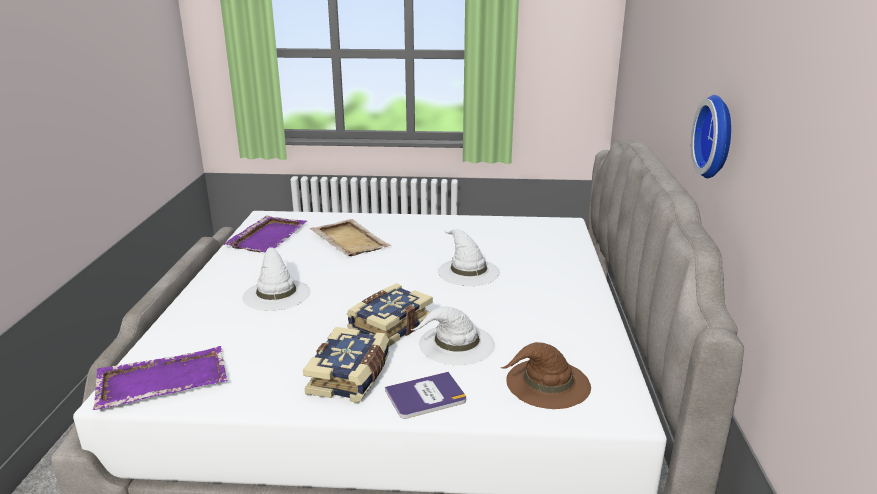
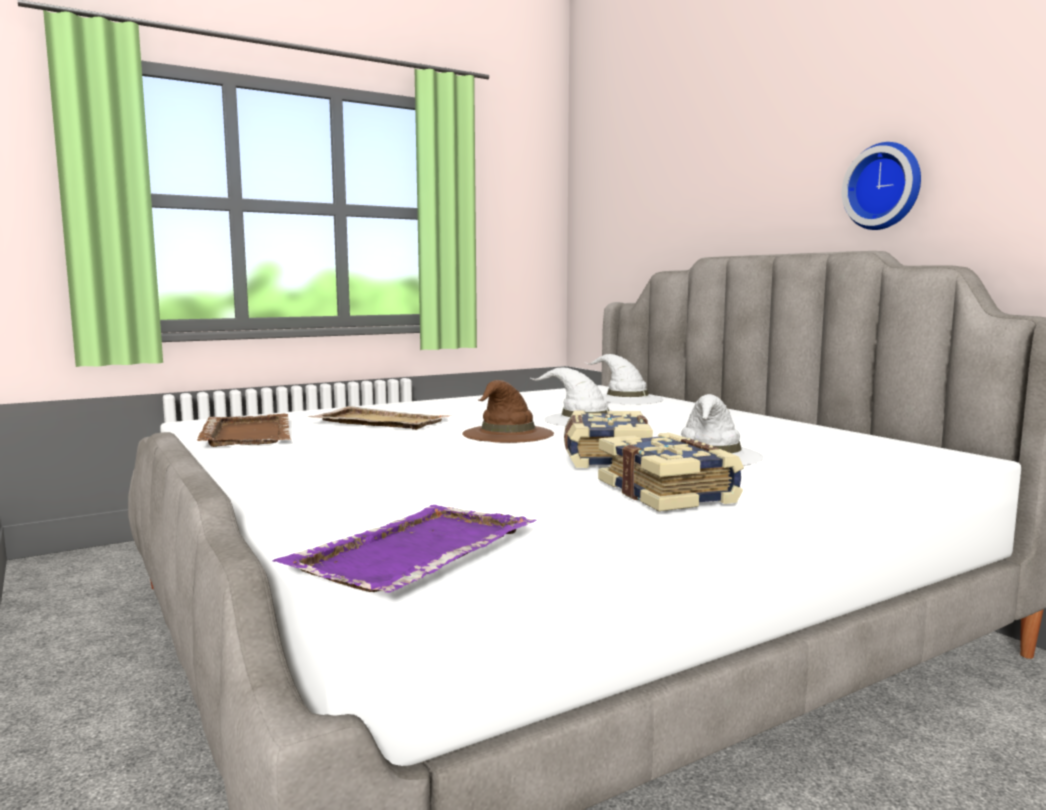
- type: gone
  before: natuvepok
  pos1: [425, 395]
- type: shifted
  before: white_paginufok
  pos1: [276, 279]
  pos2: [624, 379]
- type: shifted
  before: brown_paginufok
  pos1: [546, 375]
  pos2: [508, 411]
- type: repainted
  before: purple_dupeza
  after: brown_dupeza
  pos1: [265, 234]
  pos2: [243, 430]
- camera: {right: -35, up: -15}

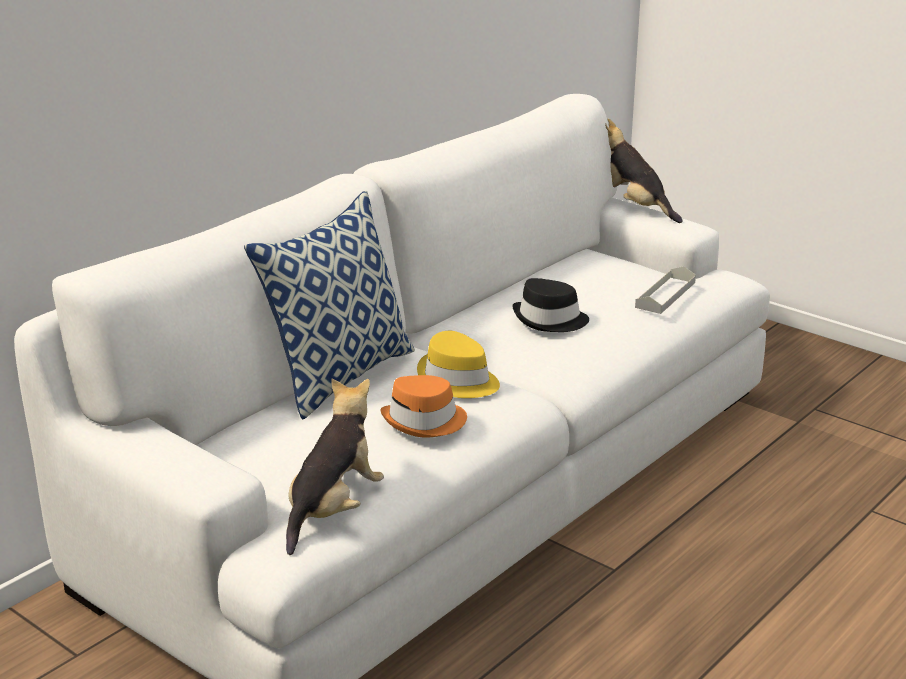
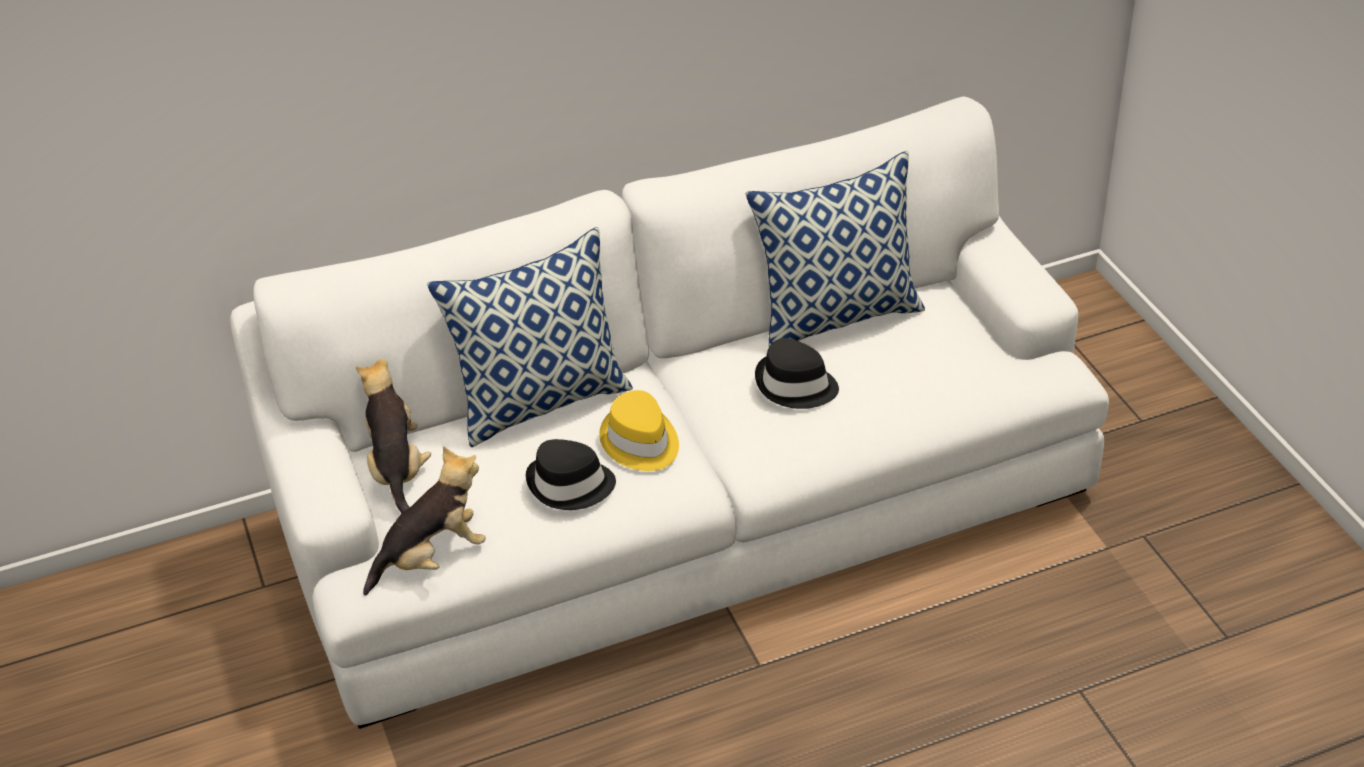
- type: gone
  before: grey_dupeza
  pos1: [665, 290]
- type: new
  after: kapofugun
  pos2: [835, 249]
- type: shifted
  before: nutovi
  pos1: [644, 171]
  pos2: [393, 436]
- type: repainted
  before: orange_paginufok
  after: black_paginufok
  pos1: [423, 406]
  pos2: [571, 474]
- camera: {right: 30, up: 15}

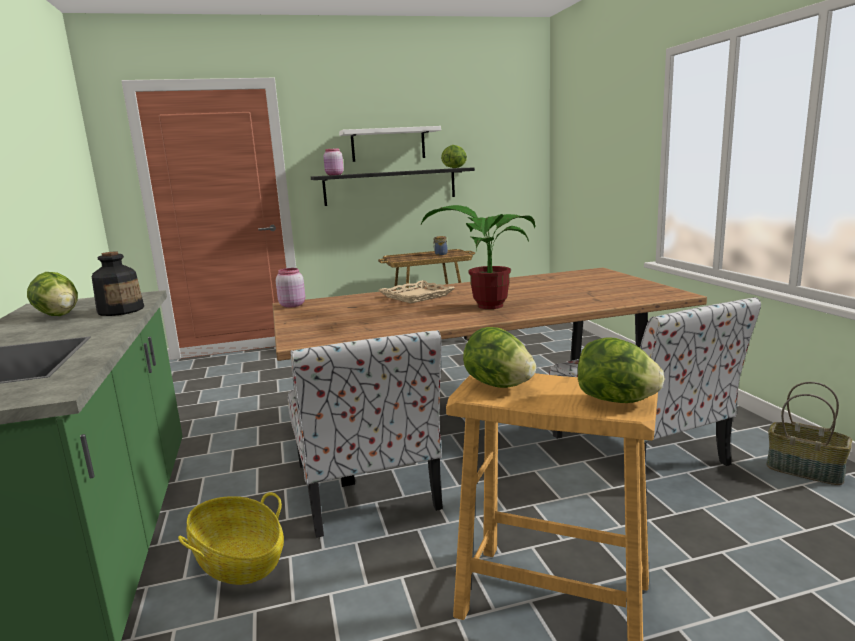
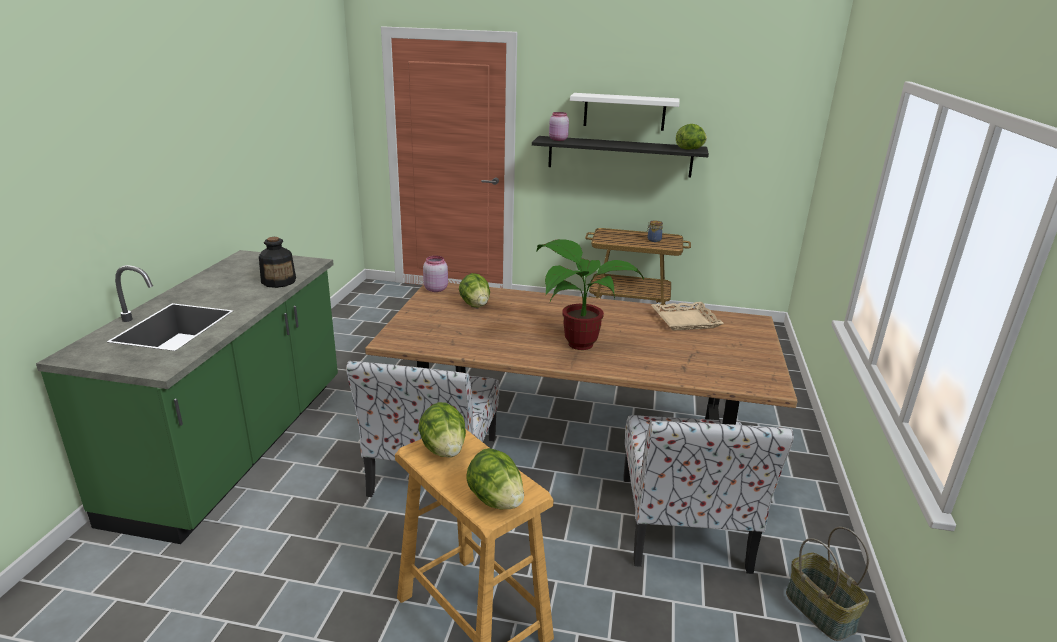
- type: gone
  before: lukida
  pos1: [231, 538]
- type: shifted
  before: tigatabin
  pos1: [52, 294]
  pos2: [474, 290]
- type: shifted
  before: beige_dupeza
  pos1: [416, 291]
  pos2: [687, 316]
- camera: {right: 25, up: 10}

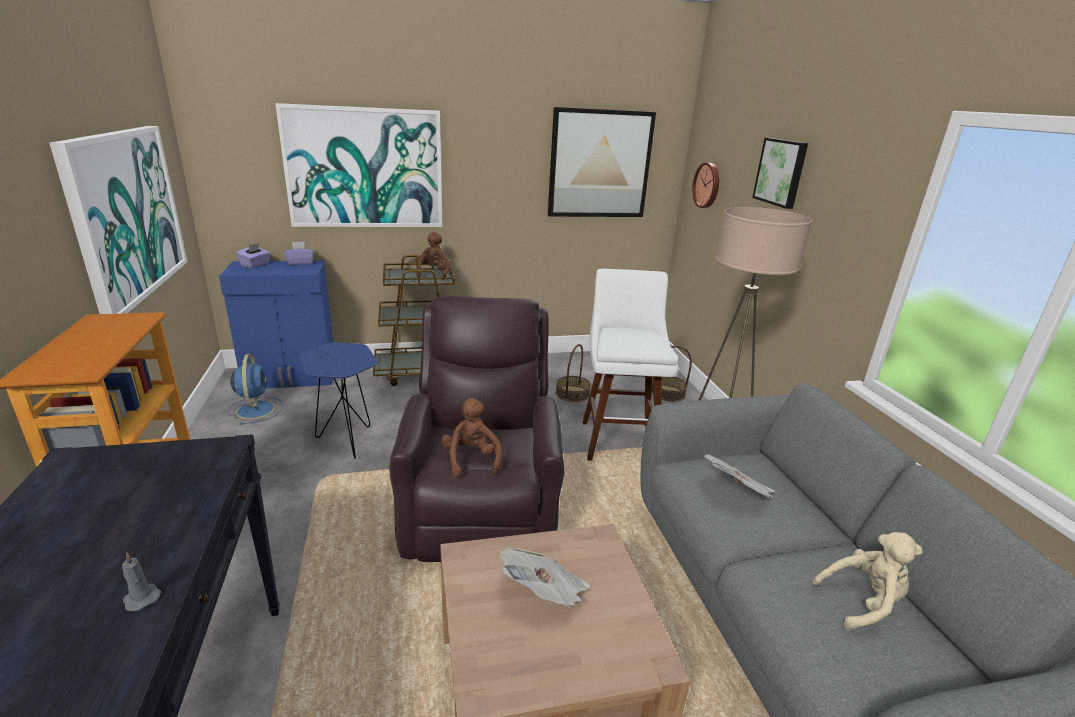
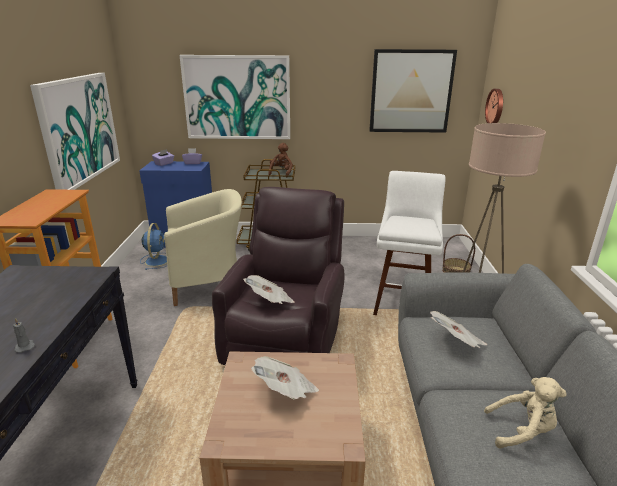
- type: gone
  before: lukida
  pos1: [573, 373]
- type: gone
  before: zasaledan
  pos1: [780, 173]
- type: swapped
  before: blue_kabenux
  after: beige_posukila
  pos1: [338, 400]
  pos2: [203, 247]
- type: swapped
  before: brown_nutovi
  after: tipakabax
  pos1: [472, 437]
  pos2: [269, 289]
- camera: {right: 15, up: 0}

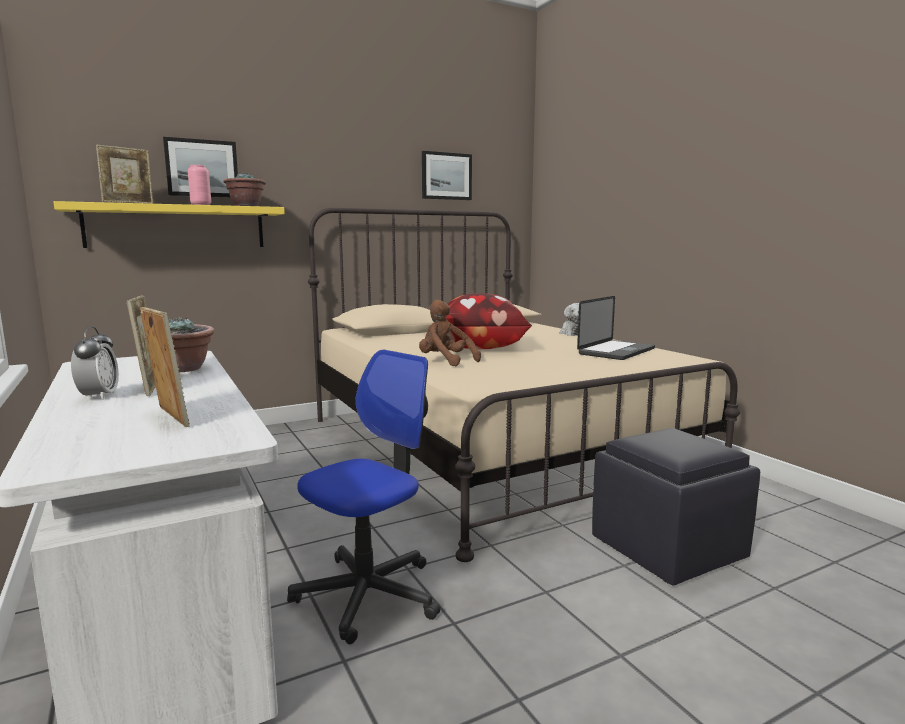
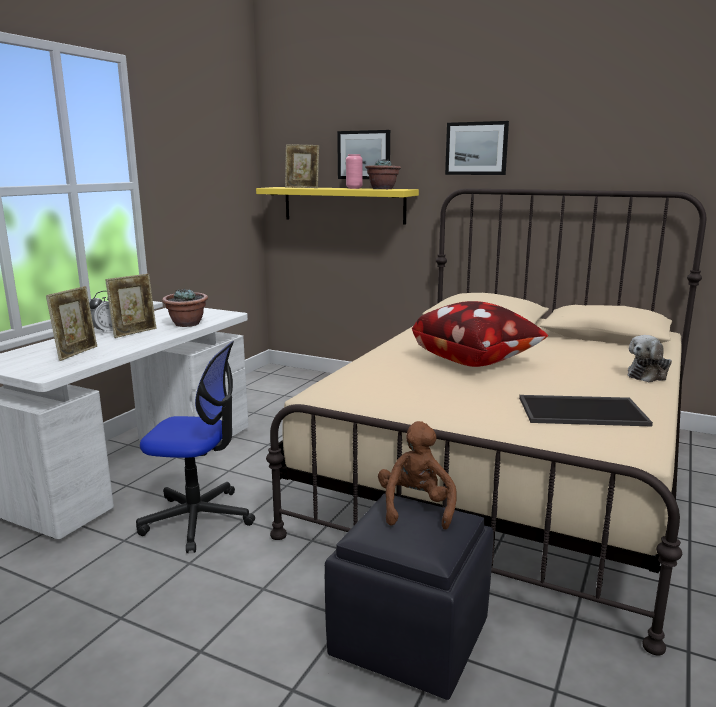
- type: shifted
  before: brown_nutovi
  pos1: [450, 333]
  pos2: [417, 475]
- type: shifted
  before: zasaledan
  pos1: [447, 175]
  pos2: [477, 148]
- type: swapped
  before: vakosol
  after: dupeza
  pos1: [616, 328]
  pos2: [586, 410]
- camera: {right: 55, up: 5}

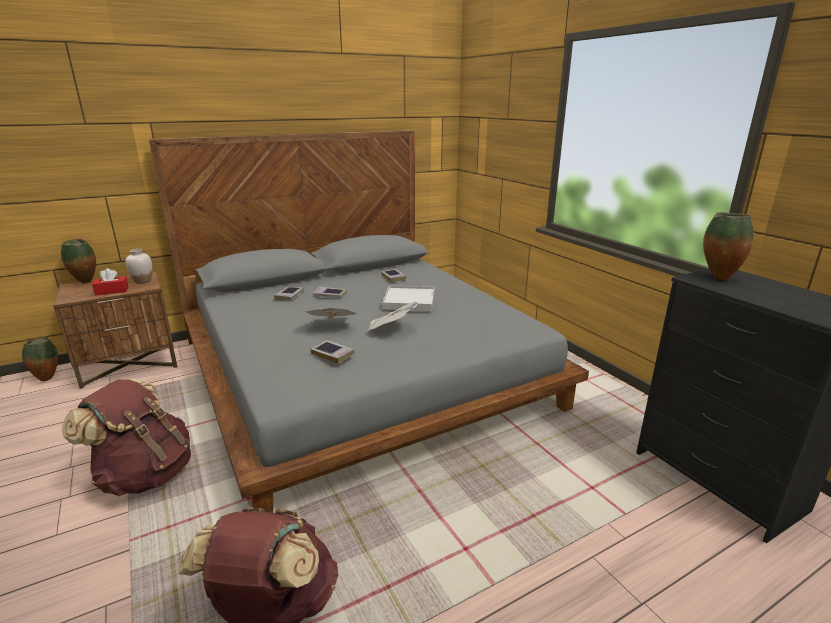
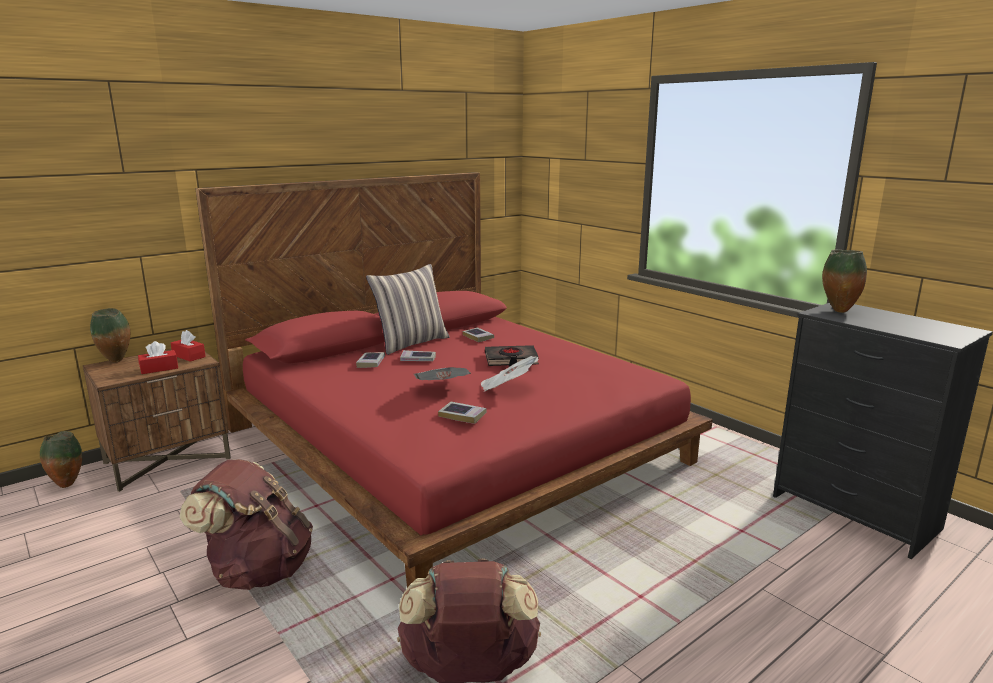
- type: new
  after: kapofugun
  pos2: [408, 309]
- type: swapped
  before: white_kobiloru
  after: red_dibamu
  pos1: [139, 266]
  pos2: [188, 346]
- type: swapped
  before: white_dupeza
  after: black_natuvepok
  pos1: [408, 298]
  pos2: [512, 356]
- type: repainted
  before: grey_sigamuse
  after: red_sigamuse
  pos1: [369, 321]
  pos2: [454, 380]
- camera: {right: -10, up: -5}

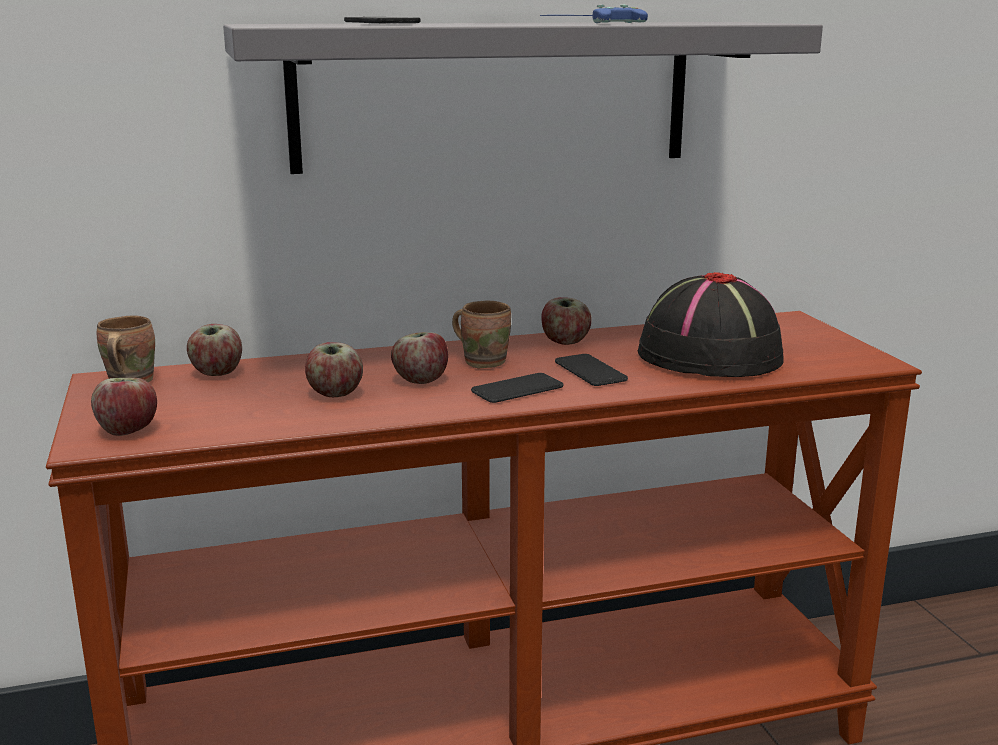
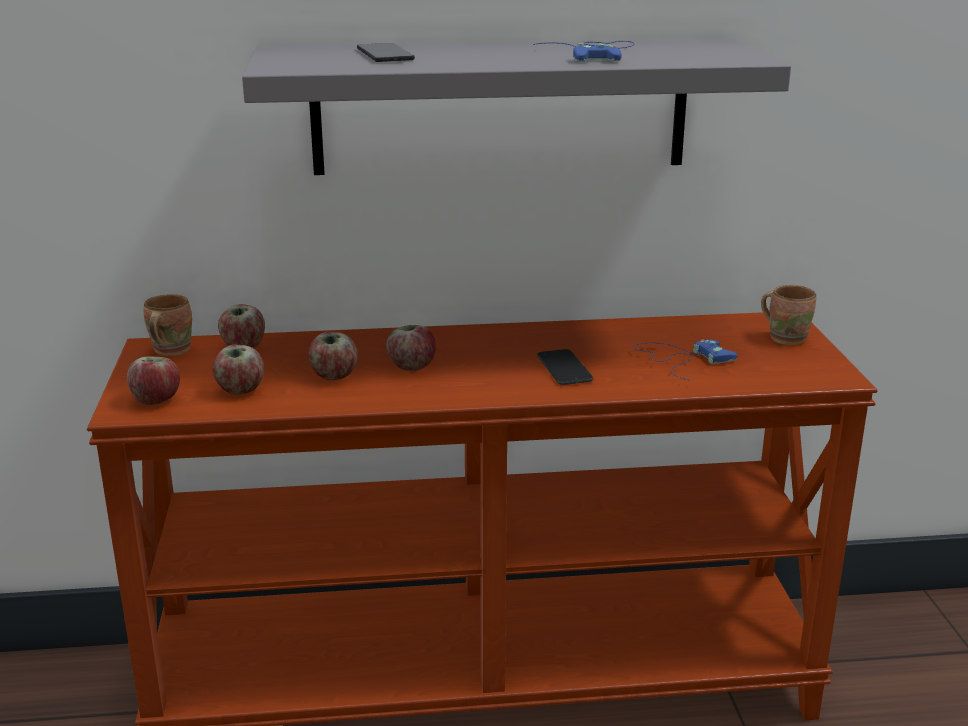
- type: gone
  before: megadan
  pos1: [517, 388]
- type: shifted
  before: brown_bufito
  pos1: [481, 334]
  pos2: [788, 315]
- type: shifted
  before: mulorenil
  pos1: [566, 321]
  pos2: [238, 369]
- type: swapped
  before: black_paginufok
  after: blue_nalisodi
  pos1: [711, 324]
  pos2: [685, 360]
- camera: {right: 10, up: 5}

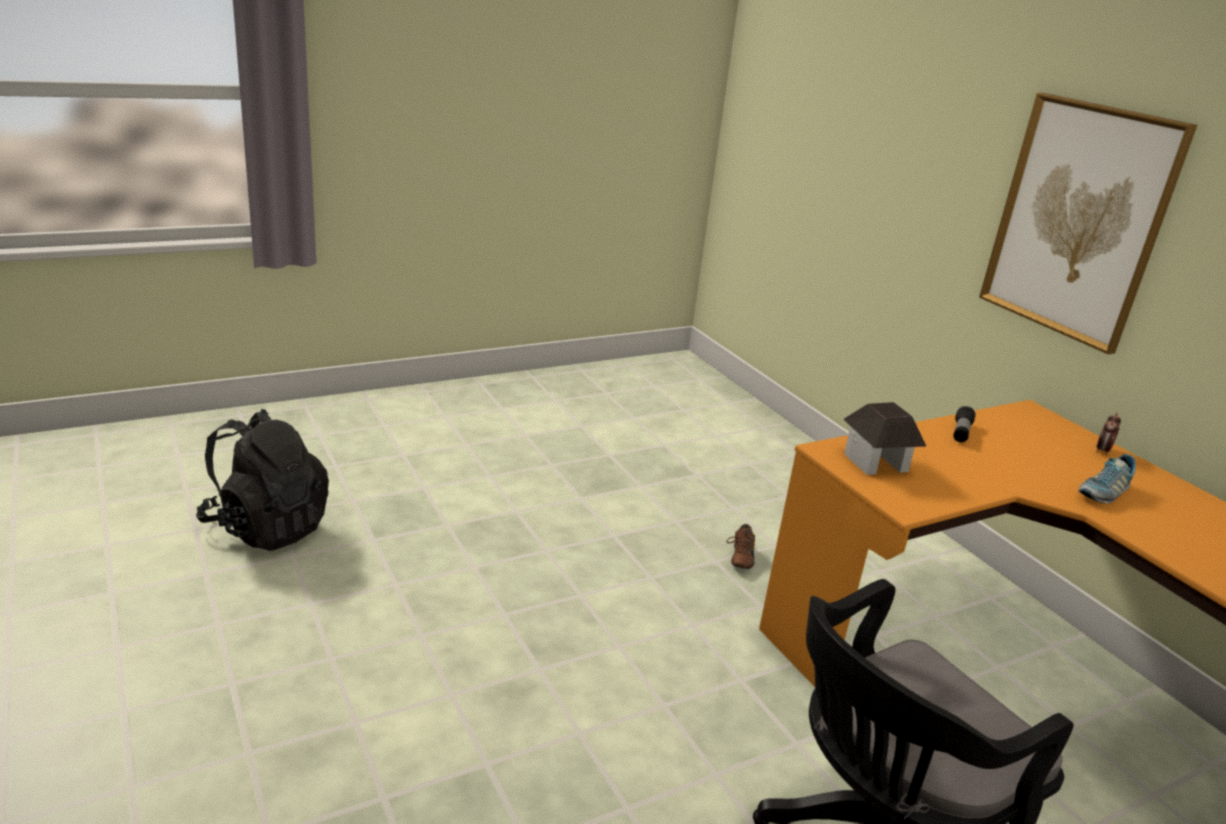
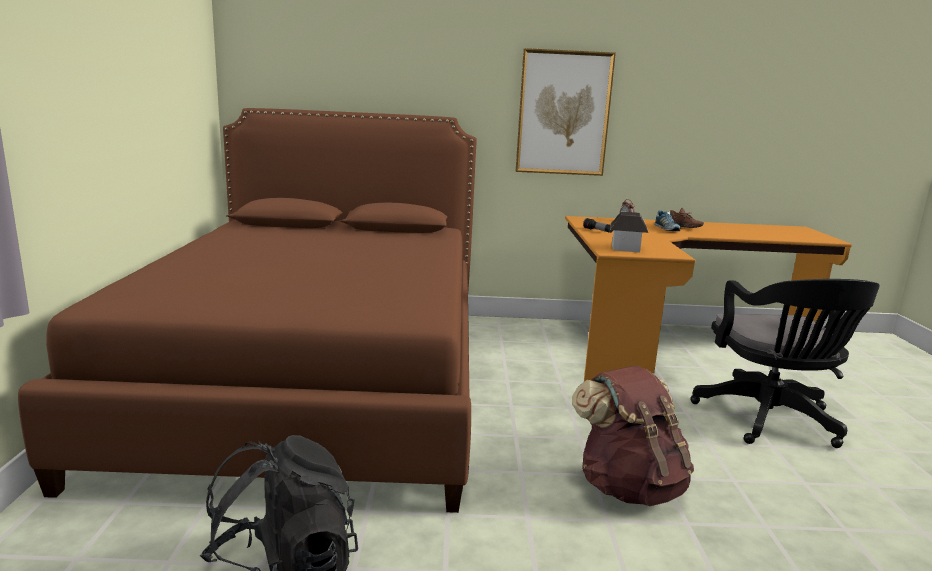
- type: new
  after: brown_sigamuse
  pos2: [247, 310]
- type: new
  after: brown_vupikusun
  pos2: [633, 436]
- type: shifted
  before: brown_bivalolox
  pos1: [741, 546]
  pos2: [687, 218]
- camera: {right: -60, up: -10}

